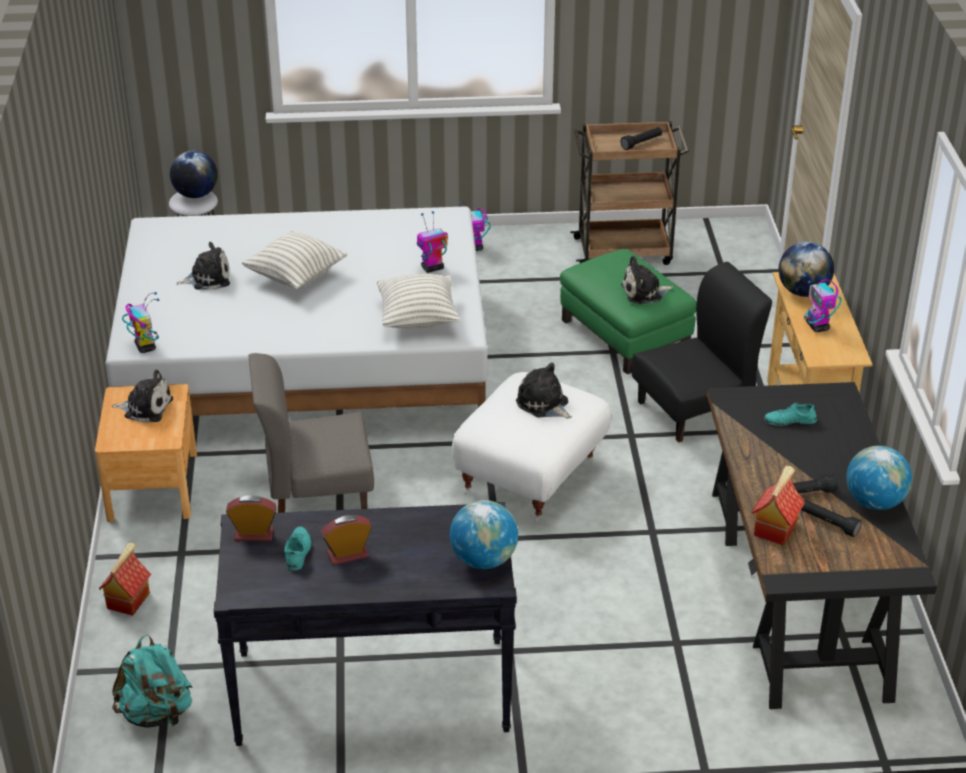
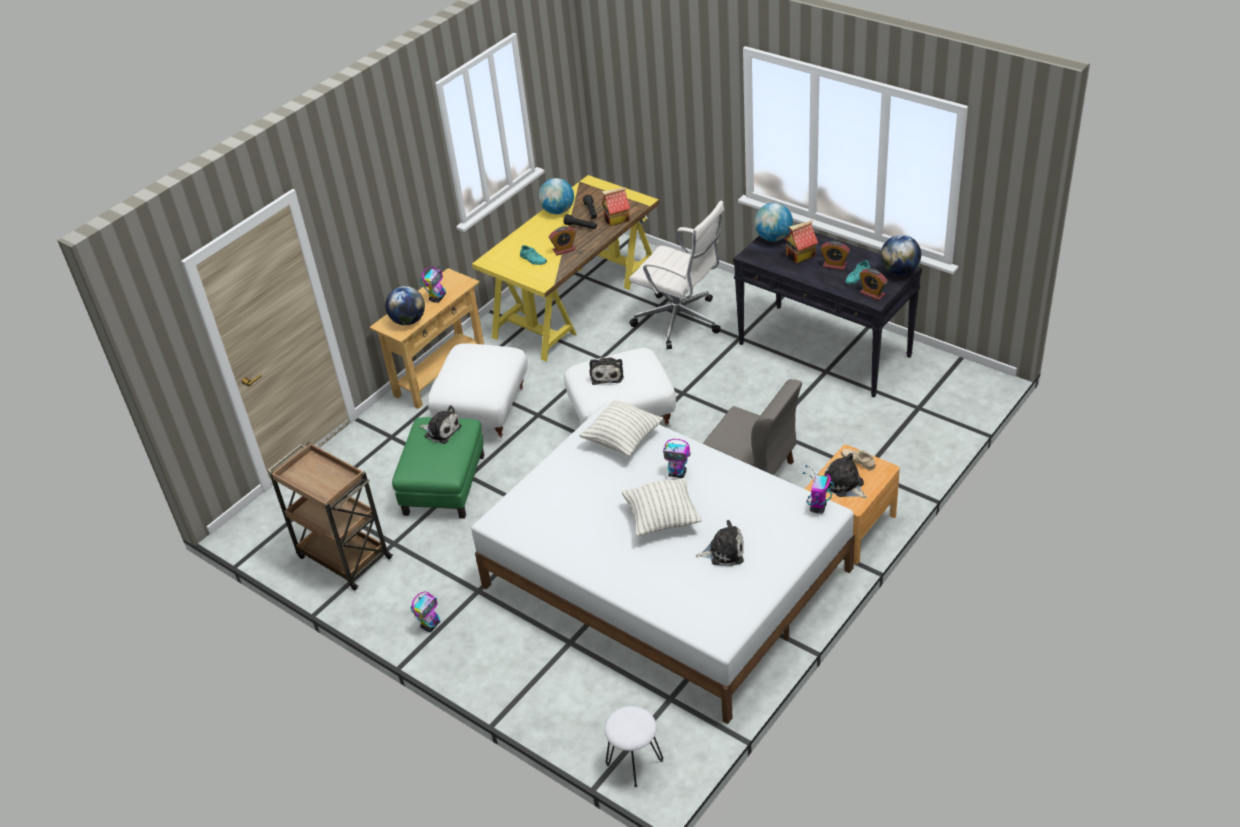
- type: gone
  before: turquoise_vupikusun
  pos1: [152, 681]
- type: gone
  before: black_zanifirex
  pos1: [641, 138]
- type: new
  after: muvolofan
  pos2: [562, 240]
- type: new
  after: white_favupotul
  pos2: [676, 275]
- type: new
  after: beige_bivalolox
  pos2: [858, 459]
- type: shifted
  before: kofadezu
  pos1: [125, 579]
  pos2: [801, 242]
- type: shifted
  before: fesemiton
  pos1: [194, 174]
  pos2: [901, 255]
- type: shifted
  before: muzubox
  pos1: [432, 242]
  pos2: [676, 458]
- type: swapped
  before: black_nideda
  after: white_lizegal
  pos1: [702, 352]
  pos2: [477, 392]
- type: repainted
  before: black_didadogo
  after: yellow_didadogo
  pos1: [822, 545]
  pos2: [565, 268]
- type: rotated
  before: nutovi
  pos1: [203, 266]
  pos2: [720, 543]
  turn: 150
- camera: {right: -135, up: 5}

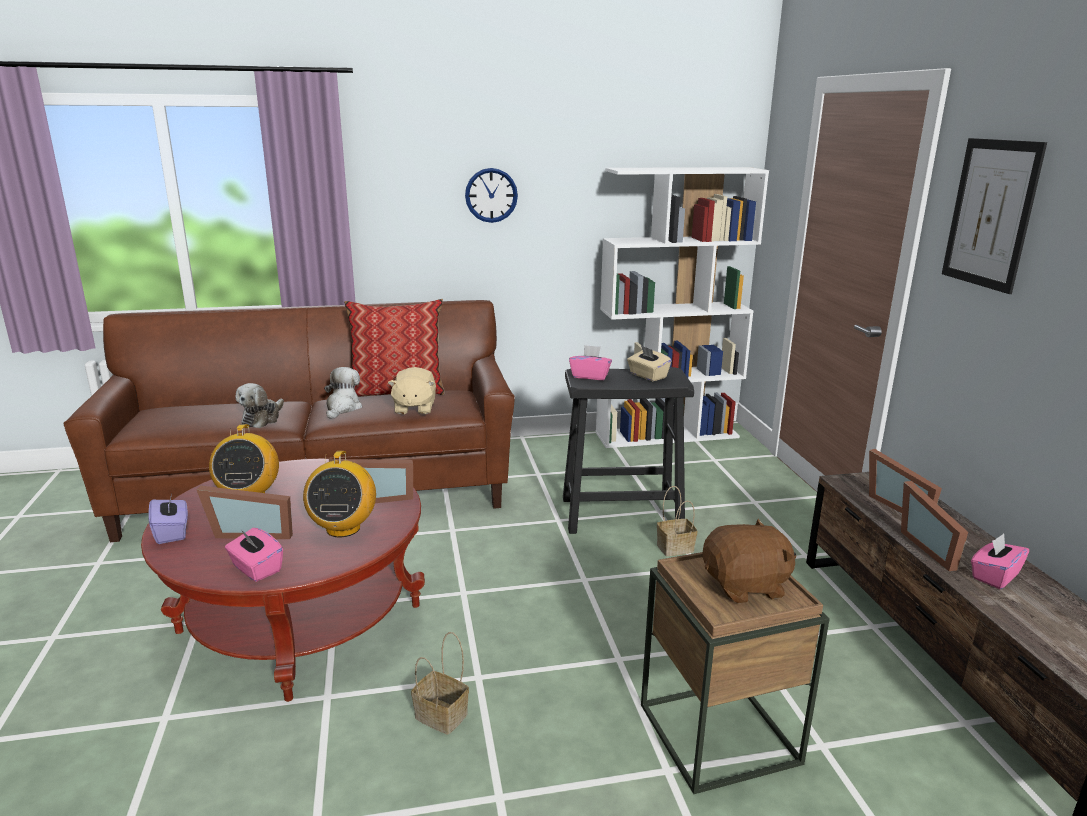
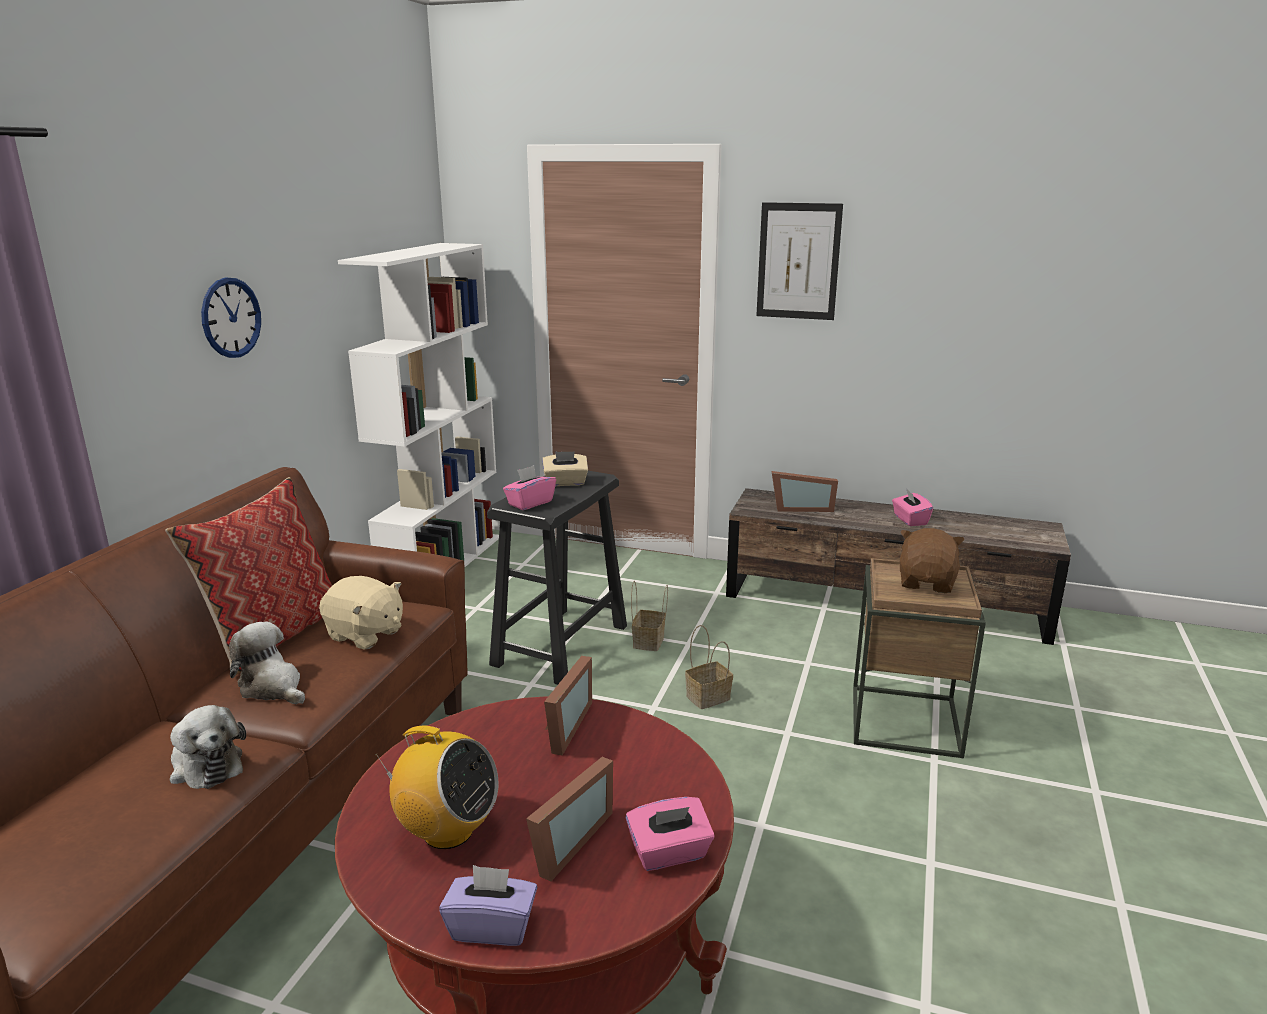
- type: gone
  before: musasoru
  pos1: [339, 494]
- type: gone
  before: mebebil
  pos1: [934, 526]
- type: shifted
  before: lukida
  pos1: [440, 683]
  pos2: [709, 667]
- camera: {right: -60, up: 0}

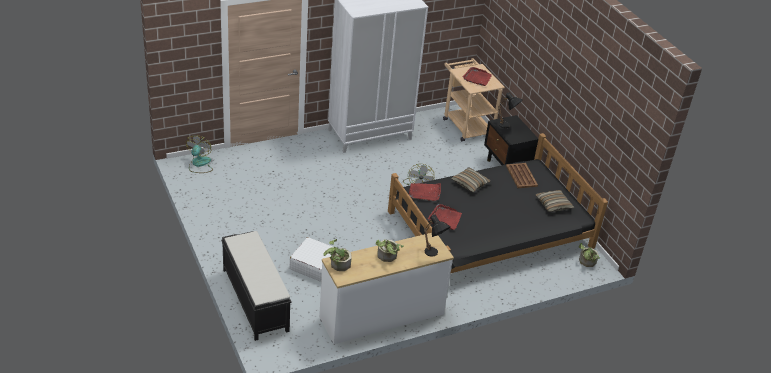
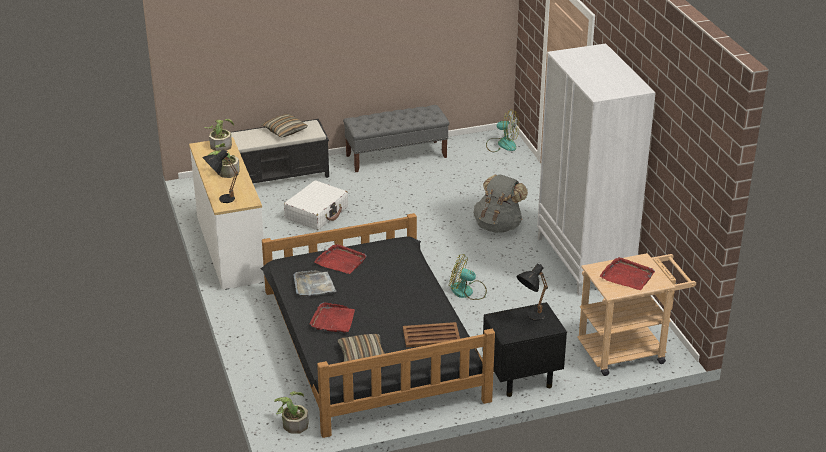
- type: new
  after: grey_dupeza
  pos2: [315, 283]
- type: new
  after: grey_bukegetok
  pos2: [396, 138]
- type: new
  after: grey_vupikusun
  pos2: [500, 203]
- type: shifted
  before: red_dupeza
  pos1: [425, 192]
  pos2: [332, 317]
- type: shifted
  before: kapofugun
  pos1: [471, 179]
  pos2: [284, 126]
- camera: {right: 100, up: -5}

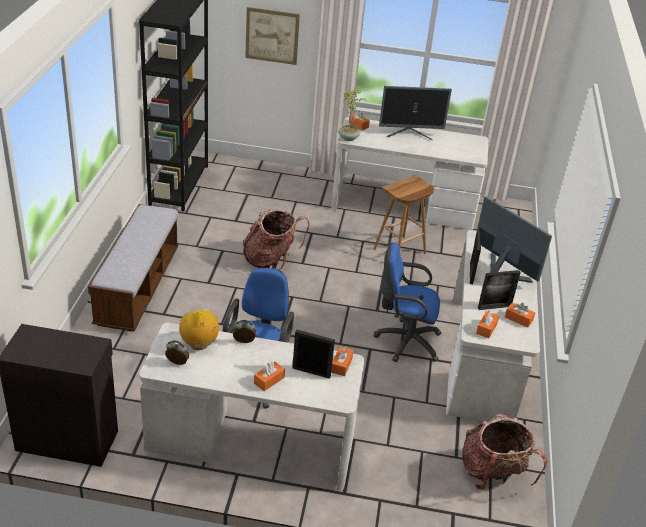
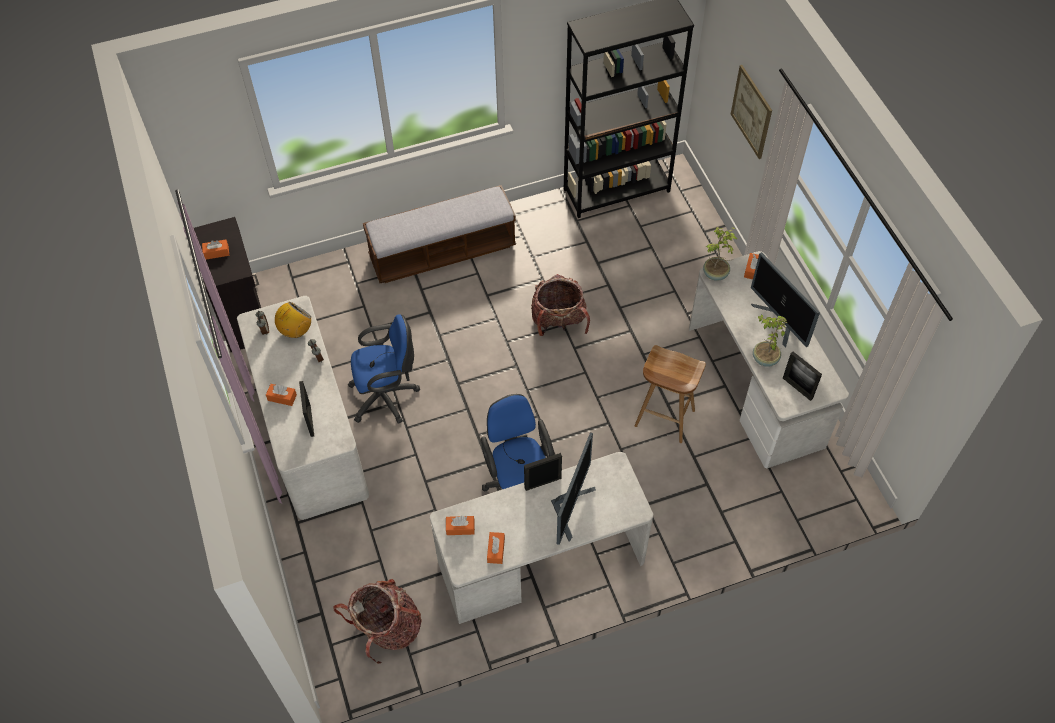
- type: new
  after: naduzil
  pos2: [770, 341]
- type: shifted
  before: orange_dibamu
  pos1: [342, 361]
  pos2: [215, 249]
- type: shifted
  before: mebebil
  pos1: [499, 290]
  pos2: [802, 376]
- camera: {right: 65, up: 20}

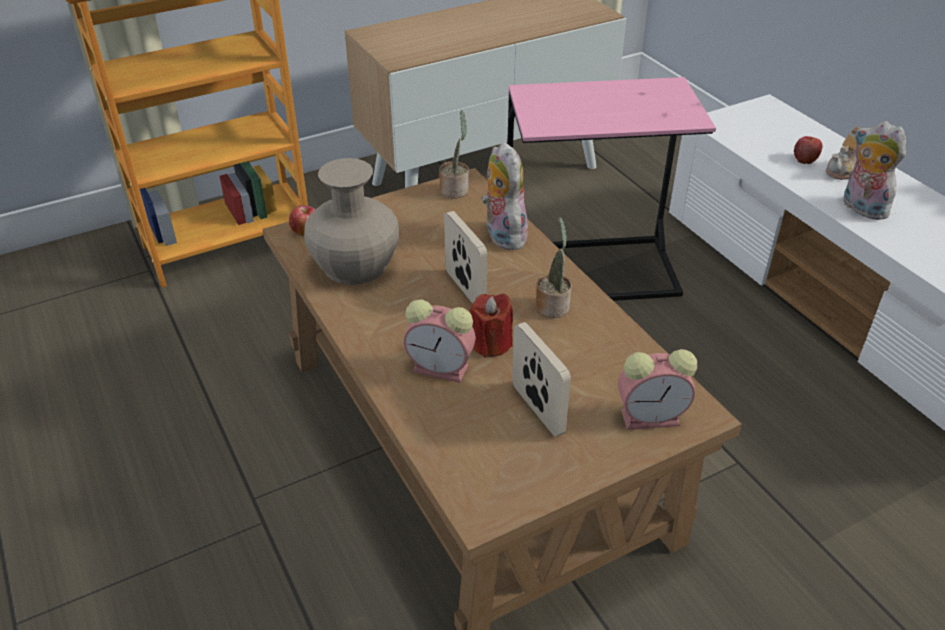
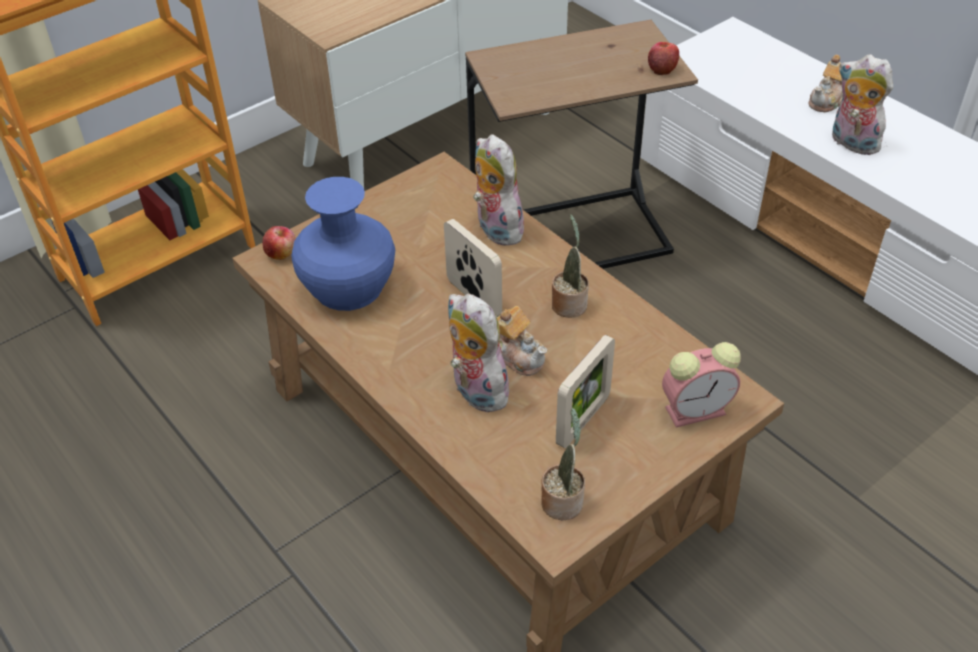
- type: shifted
  before: naduzil
  pos1: [454, 154]
  pos2: [563, 464]
- type: shifted
  before: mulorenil
  pos1: [808, 150]
  pos2: [663, 58]
- type: swapped
  before: muvolofan
  after: nutovi
  pos1: [439, 341]
  pos2: [481, 353]
- type: swapped
  before: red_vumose
  after: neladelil
  pos1: [491, 325]
  pos2: [522, 341]
- type: repainted
  before: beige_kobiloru
  after: blue_kobiloru
  pos1: [351, 221]
  pos2: [343, 244]
- type: repainted
  before: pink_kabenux
  after: brown_kabenux
  pos1: [611, 189]
  pos2: [581, 144]
- type: rotated
  before: mebebil
  pos1: [541, 379]
  pos2: [585, 391]
  turn: 75
- camera: {right: -10, up: 5}

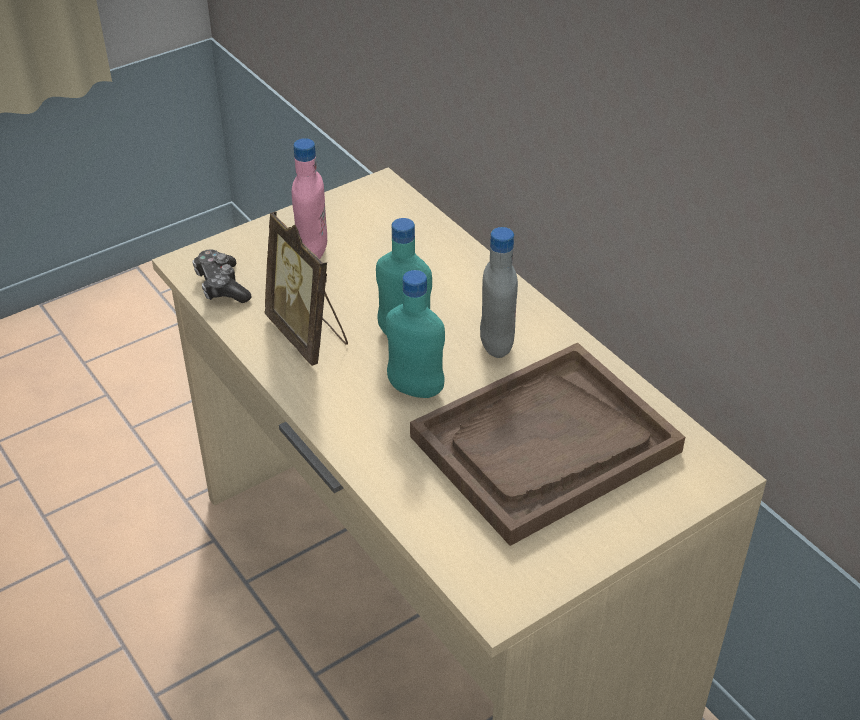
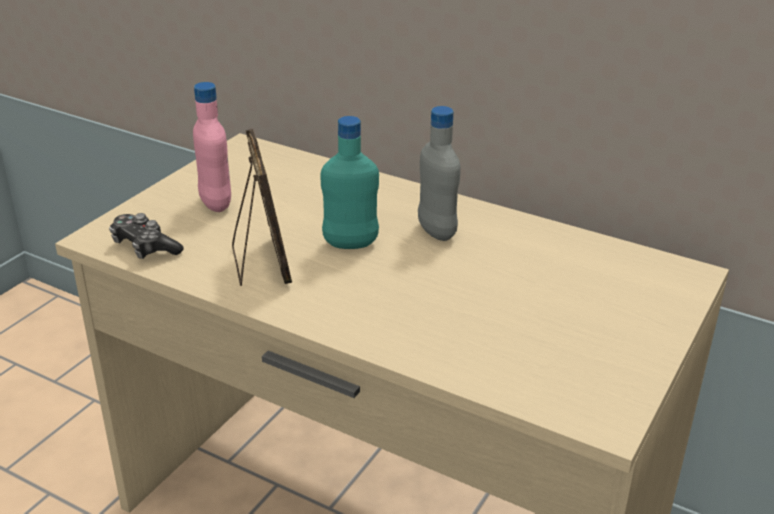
- type: gone
  before: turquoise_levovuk
  pos1: [415, 334]
- type: gone
  before: brown_dupeza
  pos1: [547, 444]
- type: rotated
  before: mebebil
  pos1: [306, 289]
  pos2: [262, 207]
  turn: -135
- camera: {right: -25, up: -10}

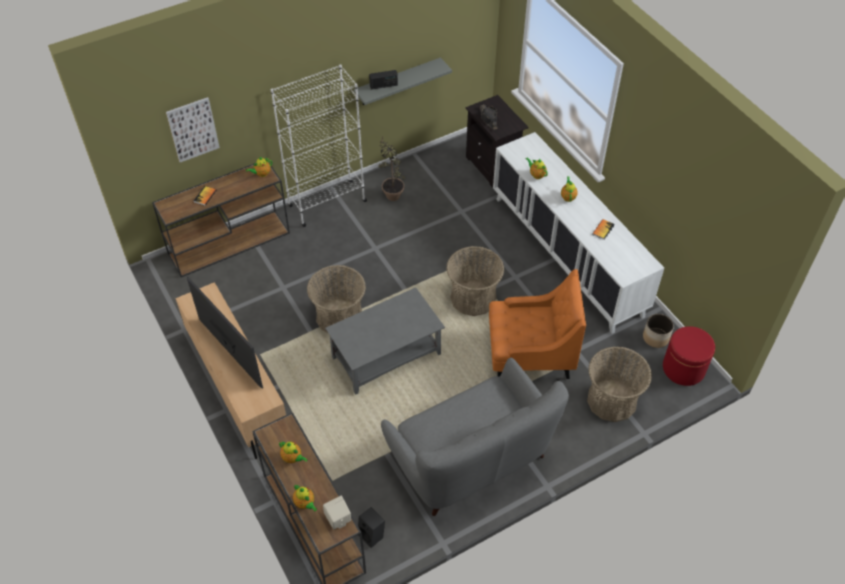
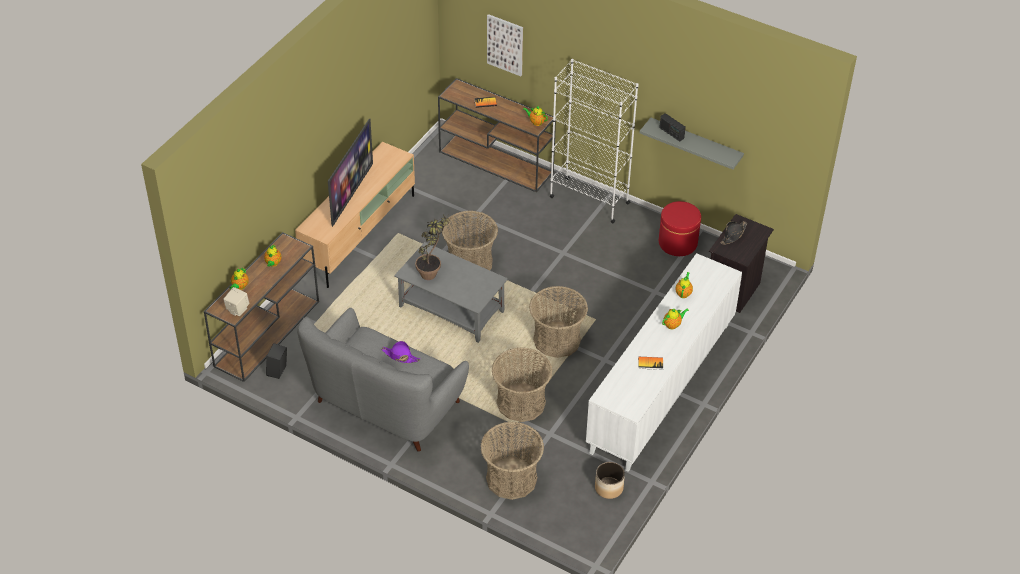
- type: new
  after: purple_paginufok
  pos2: [400, 352]
- type: shifted
  before: naduzil
  pos1: [391, 169]
  pos2: [433, 246]
- type: shifted
  before: red_lizegal
  pos1: [689, 356]
  pos2: [680, 228]
- type: swapped
  before: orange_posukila
  after: lukida
  pos1: [537, 324]
  pos2: [521, 384]
- camera: {right: 60, up: -5}

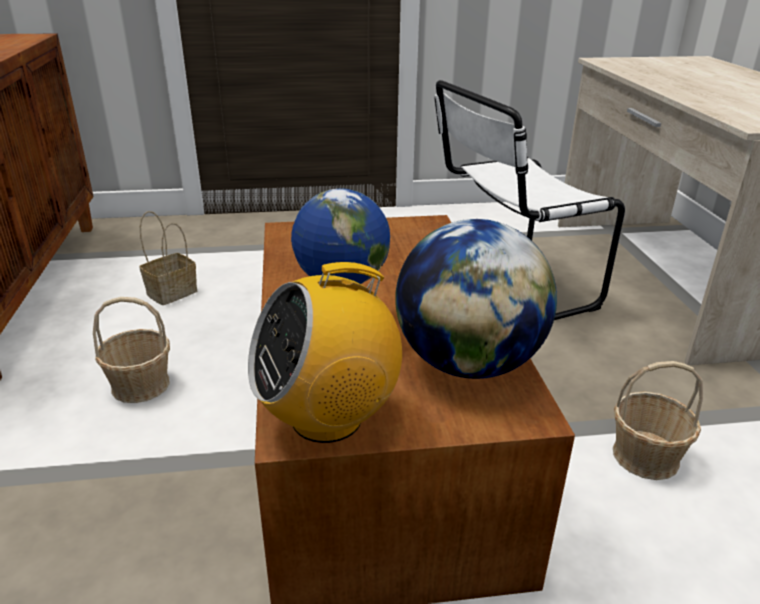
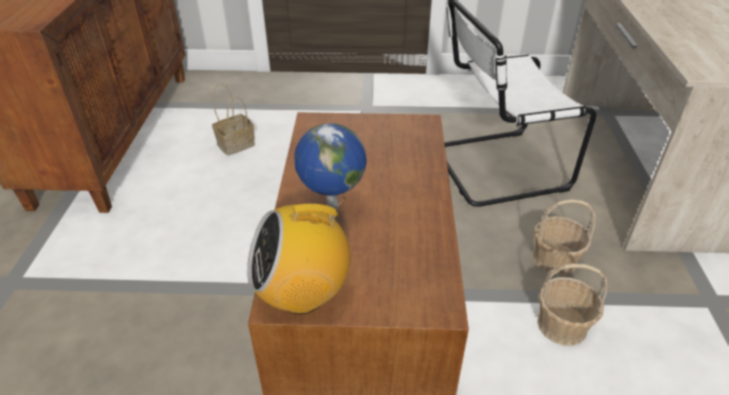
- type: gone
  before: fesemiton
  pos1: [476, 299]
- type: shifted
  before: lukida
  pos1: [131, 350]
  pos2: [564, 237]
- camera: {right: 10, up: 10}

